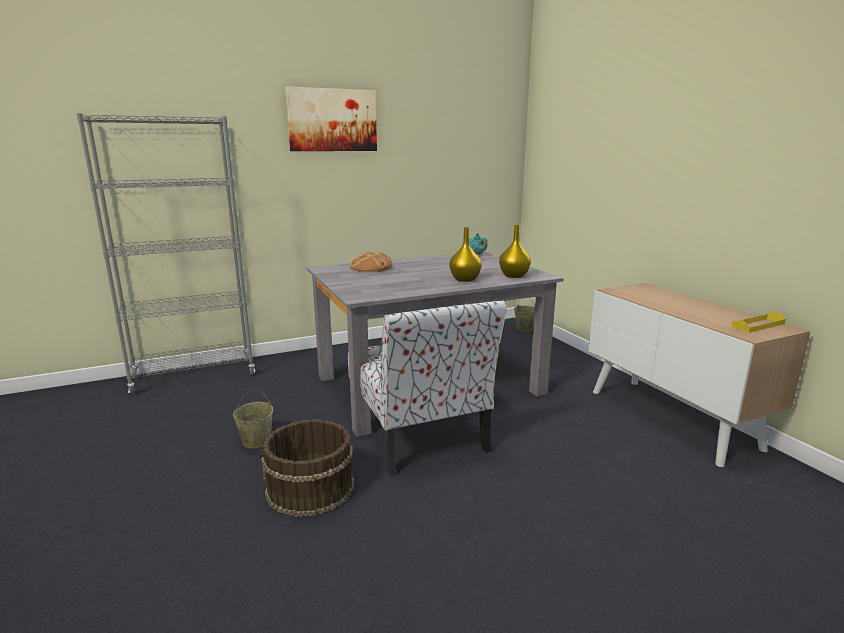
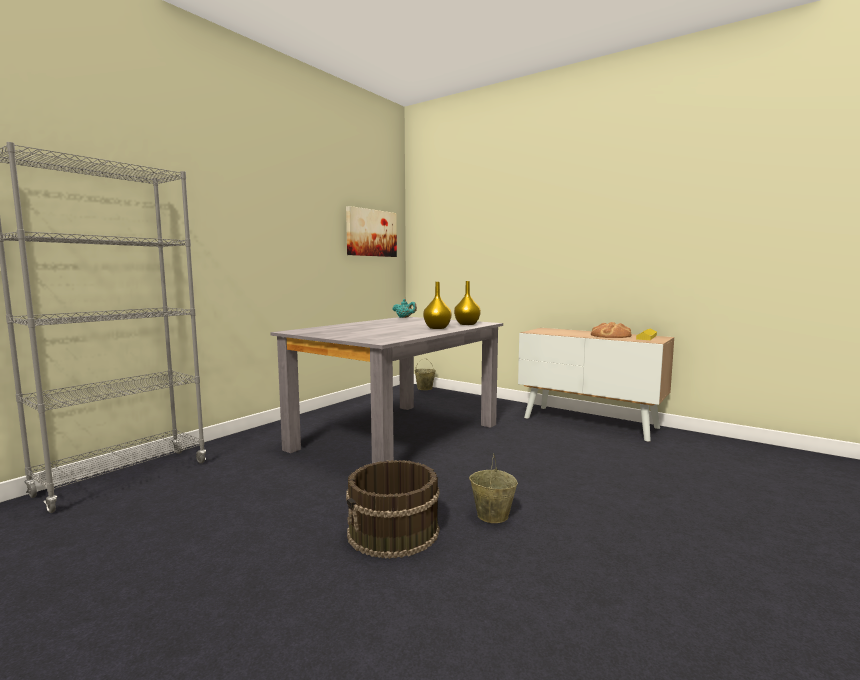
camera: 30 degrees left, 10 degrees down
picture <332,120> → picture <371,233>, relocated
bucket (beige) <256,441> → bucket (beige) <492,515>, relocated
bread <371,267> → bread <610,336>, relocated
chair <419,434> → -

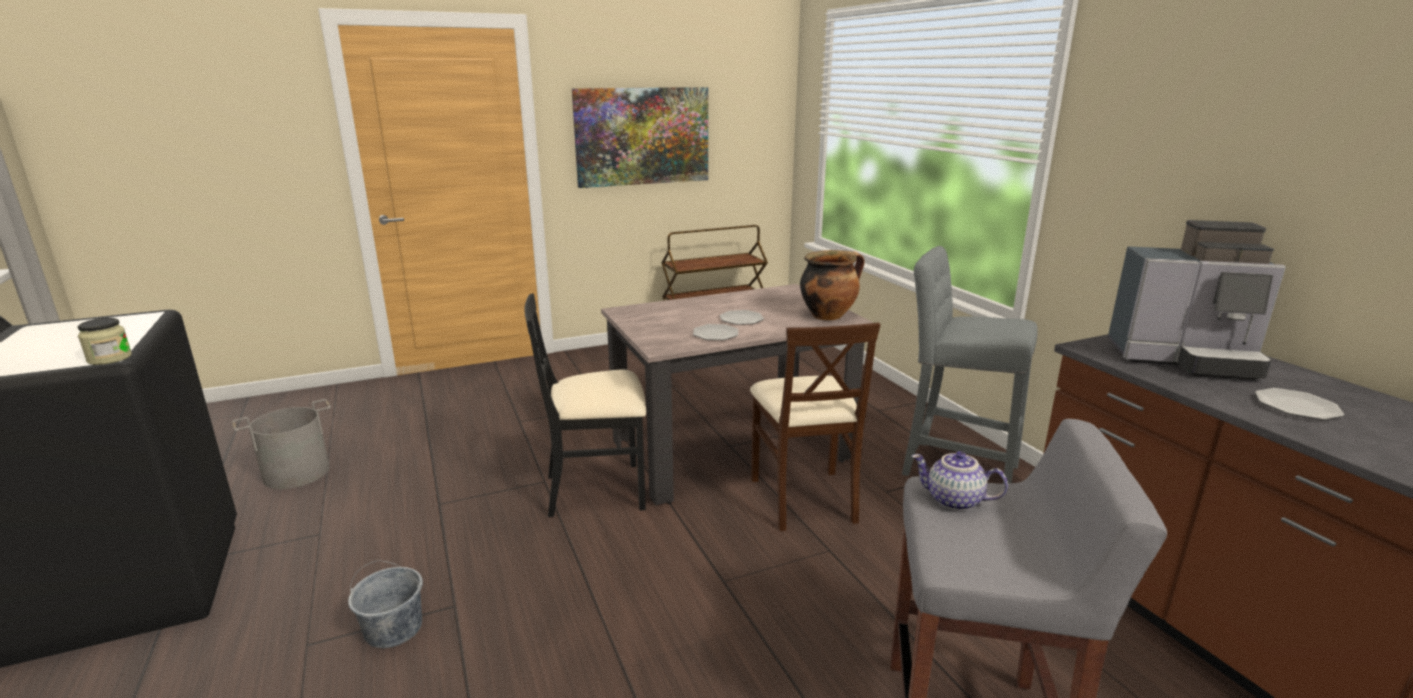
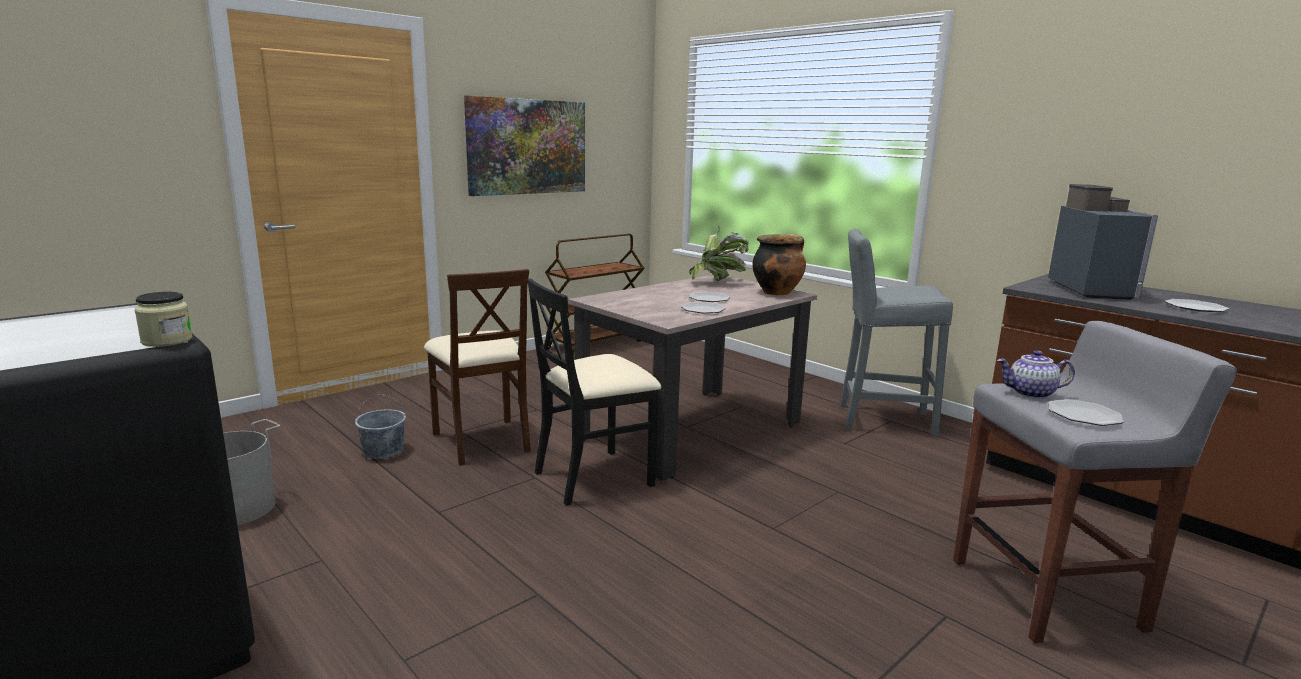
camera: 20 degrees left, 5 degrees down
bucket (grey) <394,629> → bucket (grey) <384,450>, relocated
chair (beige) <804,498> → chair (beige) <482,441>, relocated
- → potted plant <718,282>
coffee machine <1184,359> → coffee machine <1095,290>, 75 degrees counterclockwise
- → plate <1084,415>

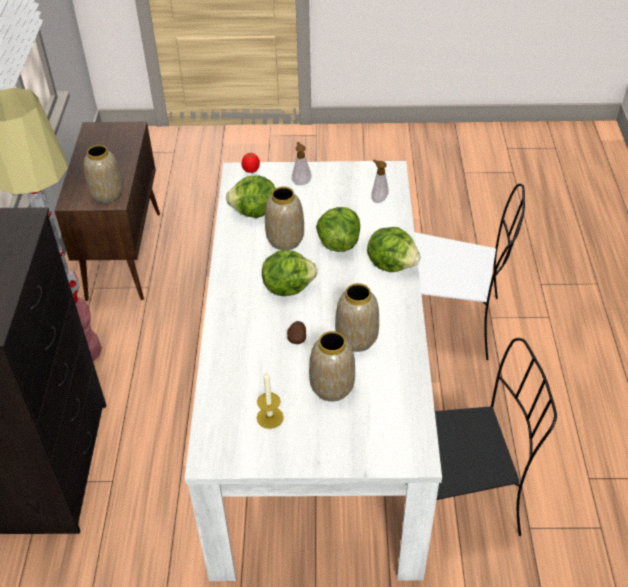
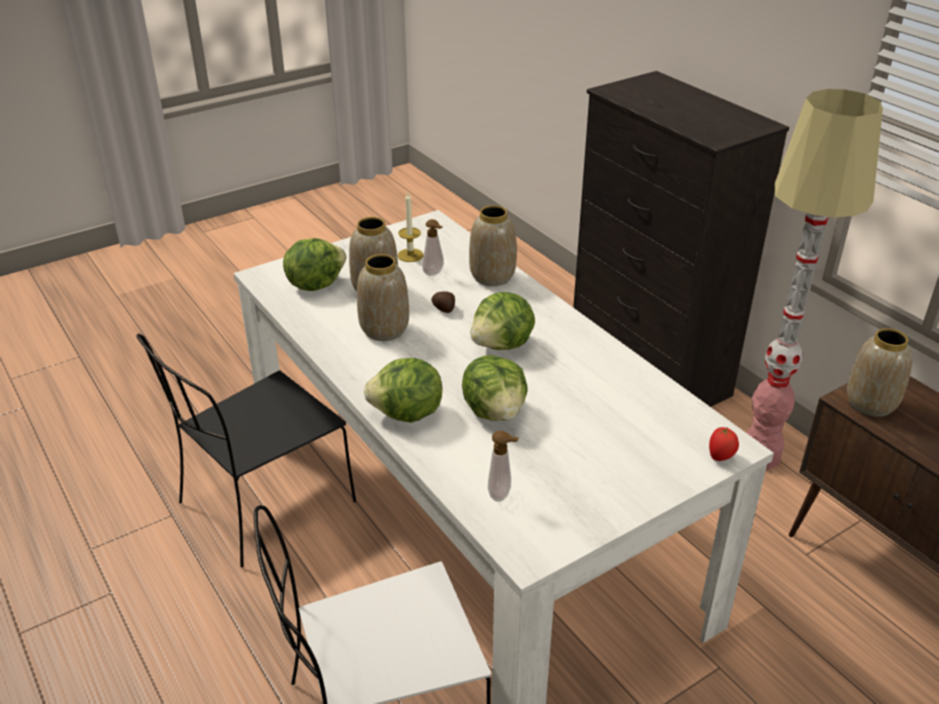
camera: 145 degrees right, 10 degrees down
lettuce <254,212> → lettuce <315,284>, relocated
soap dispenser <301,182> → soap dispenser <434,273>, relocated
vase <286,240> → vase <491,277>, relocated

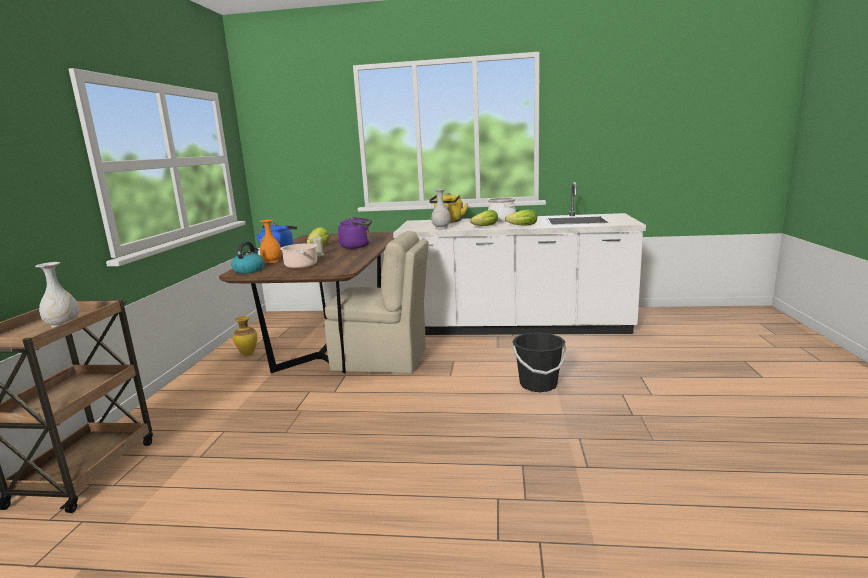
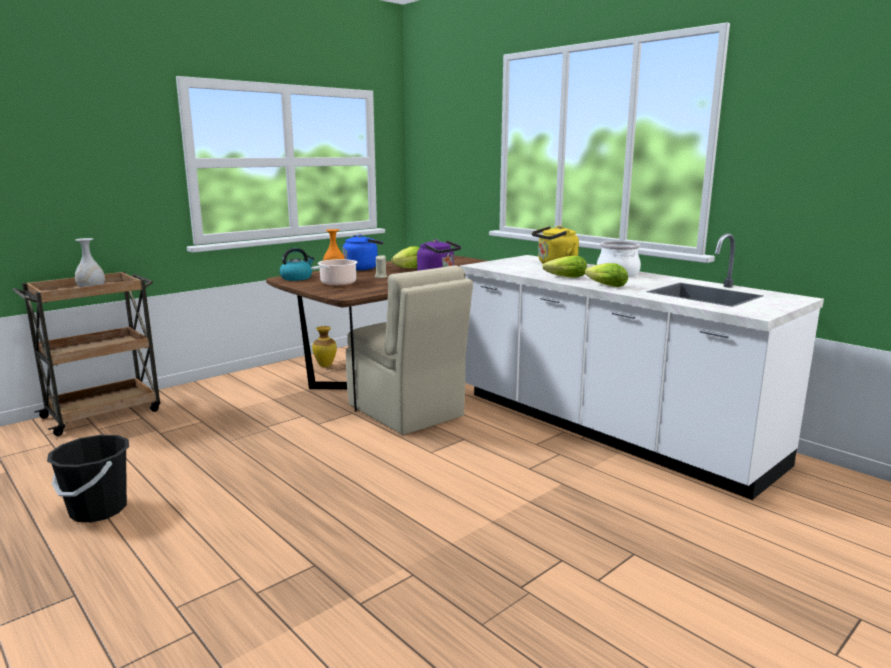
camera: 40 degrees right, 0 degrees up
bucket (black) <538,384> → bucket (black) <98,510>, relocated
vase (white) <441,228> → -

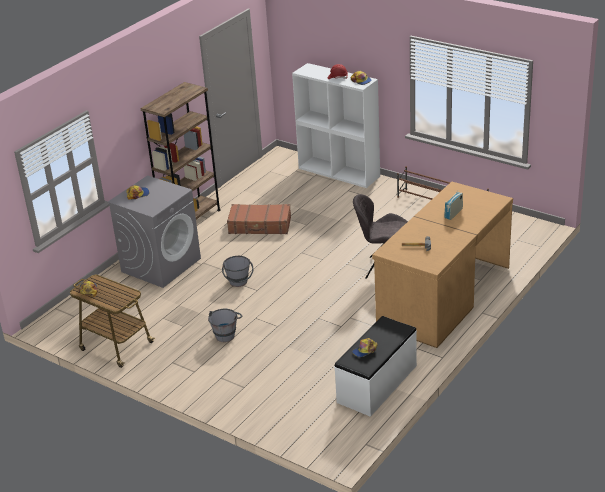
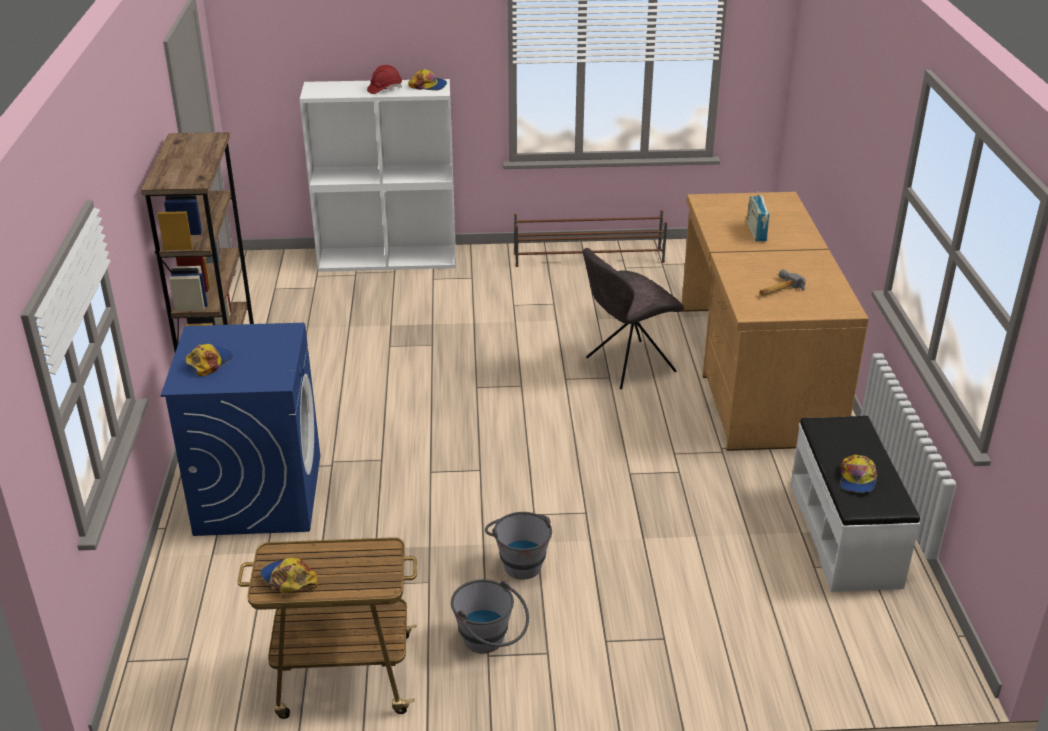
camera: 40 degrees left, 0 degrees up
washing machine (grey) <161,265> → washing machine (blue) <258,494>
bucket (grey) <239,284> → bucket (grey) <490,643>, relocated
suitcase (brown) <260,226> → -

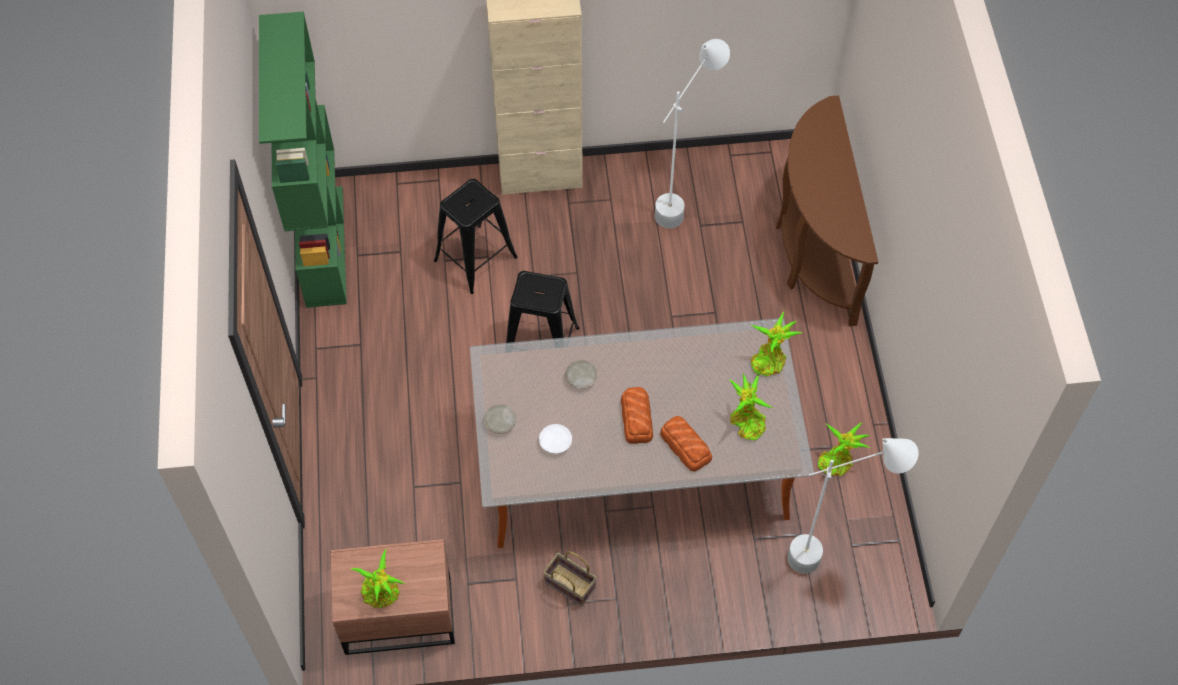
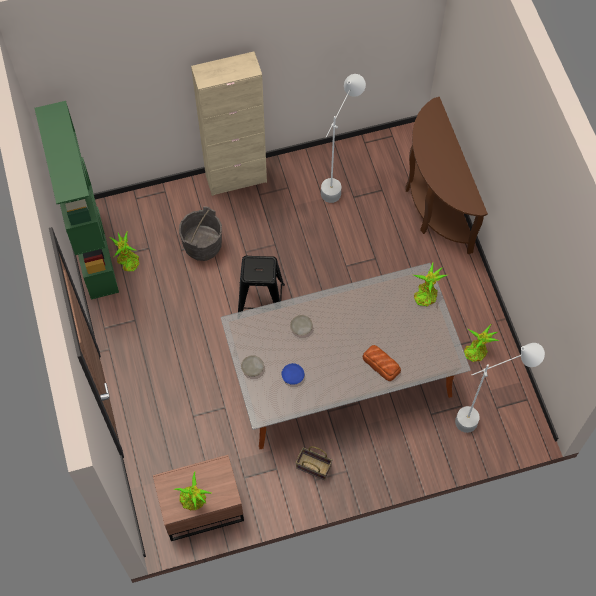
camera: 10 degrees left, 5 degrees up
potted plant <746,422> → potted plant <127,261>, relocated
stool (black) <475,259> → bucket (grey) <202,245>
plate (white) <555,441> → plate (blue) <292,375>
bread <637,417> → -

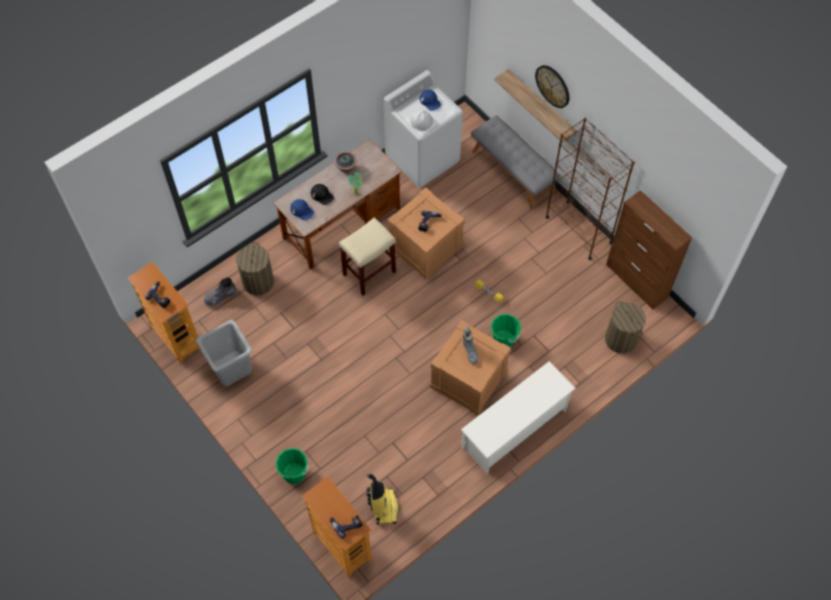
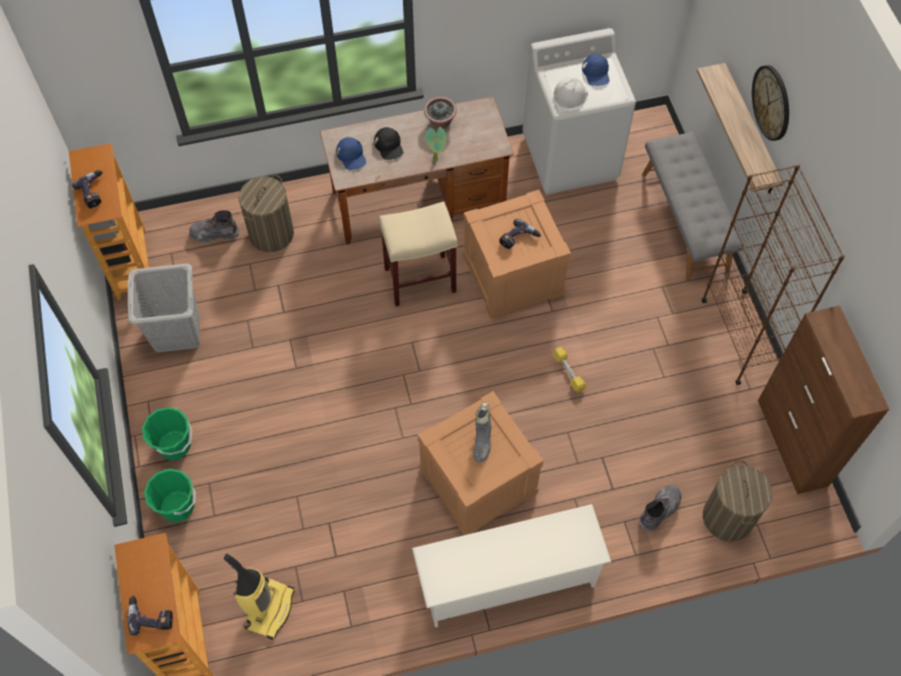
camera: 25 degrees right, 0 degrees up
bucket (green) <504,339> → bucket (green) <174,445>, relocated
- → boot (grey) <659,510>

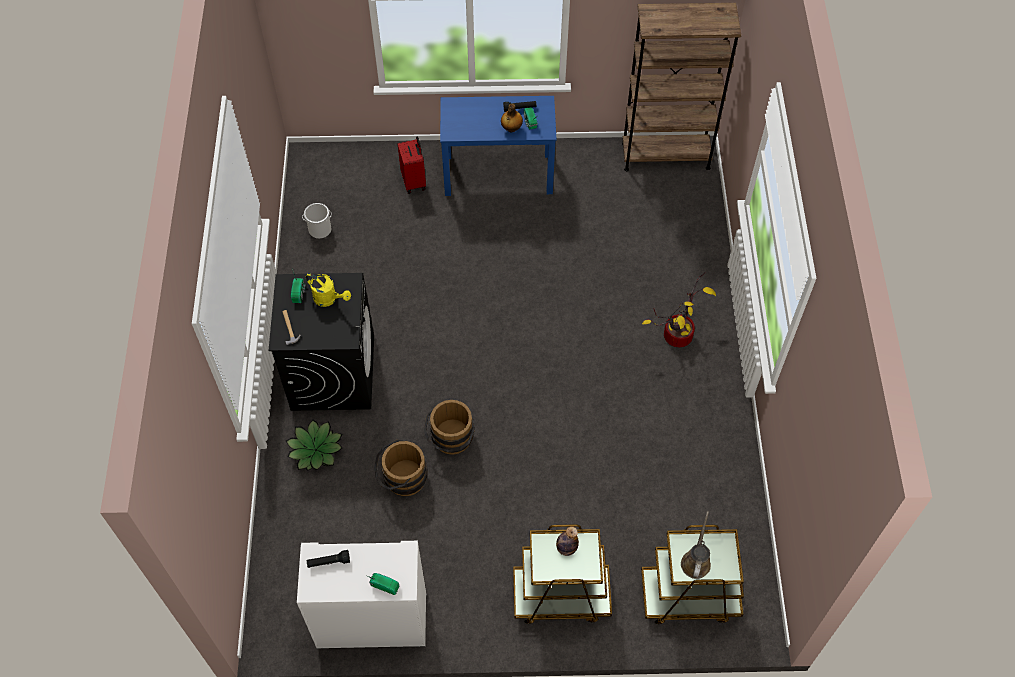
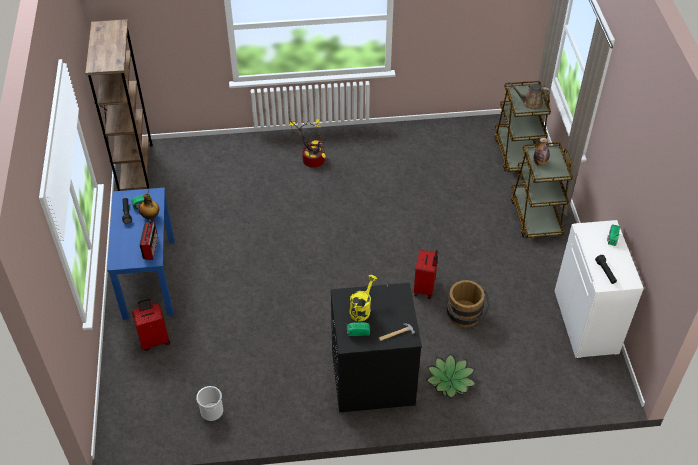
camera: 95 degrees left, 10 degrees down
- → radio <151,247>
bucket (brown) <451,440> → suitcase (red) <425,288>

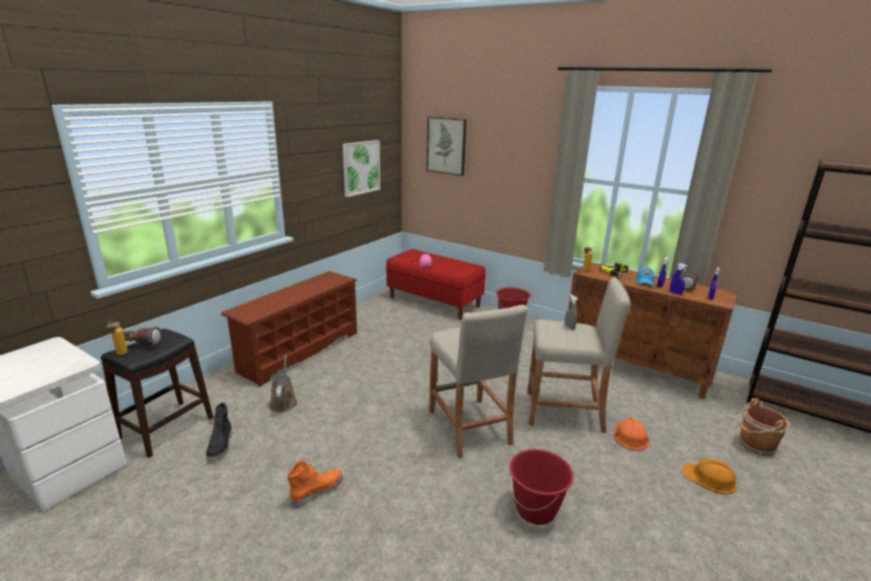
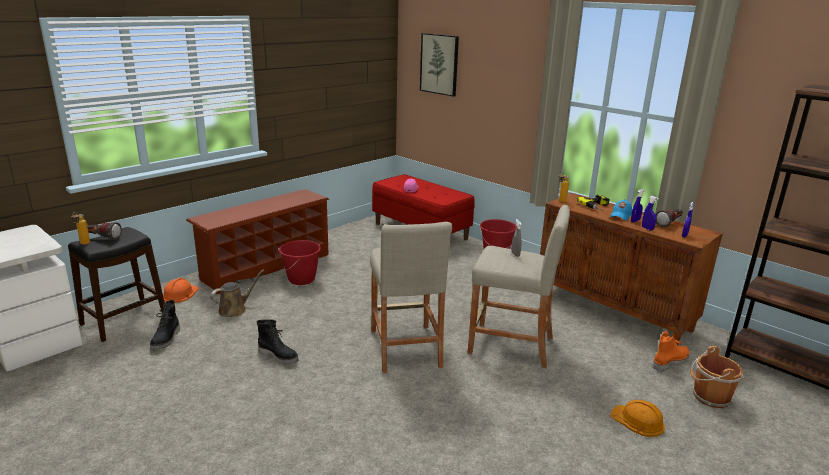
camera: 10 degrees right, 0 degrees up
hard hat (orange) <630,436> → hard hat (orange) <180,294>, relocated
watering can (brown) <283,402> → watering can (brown) <235,309>, 45 degrees clockwise
- → boot (black) <279,356>
bucket (red) <536,510> → bucket (red) <301,279>, relocated
boot (orange) <316,491> → boot (orange) <669,362>, relocated
picture <361,167> → -

